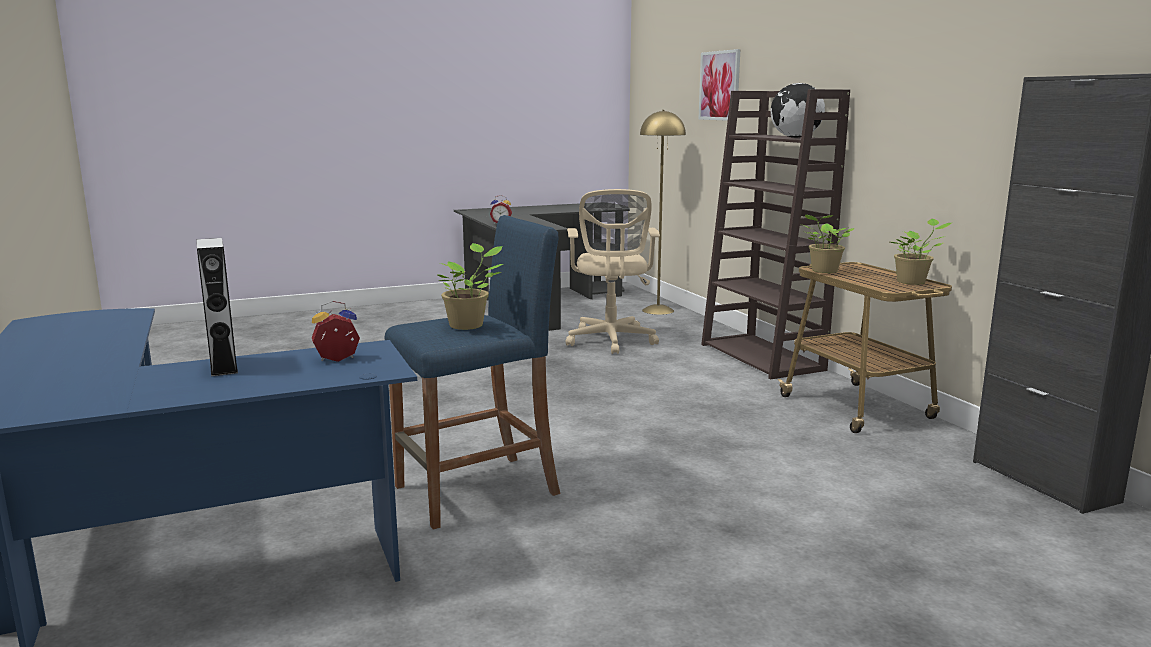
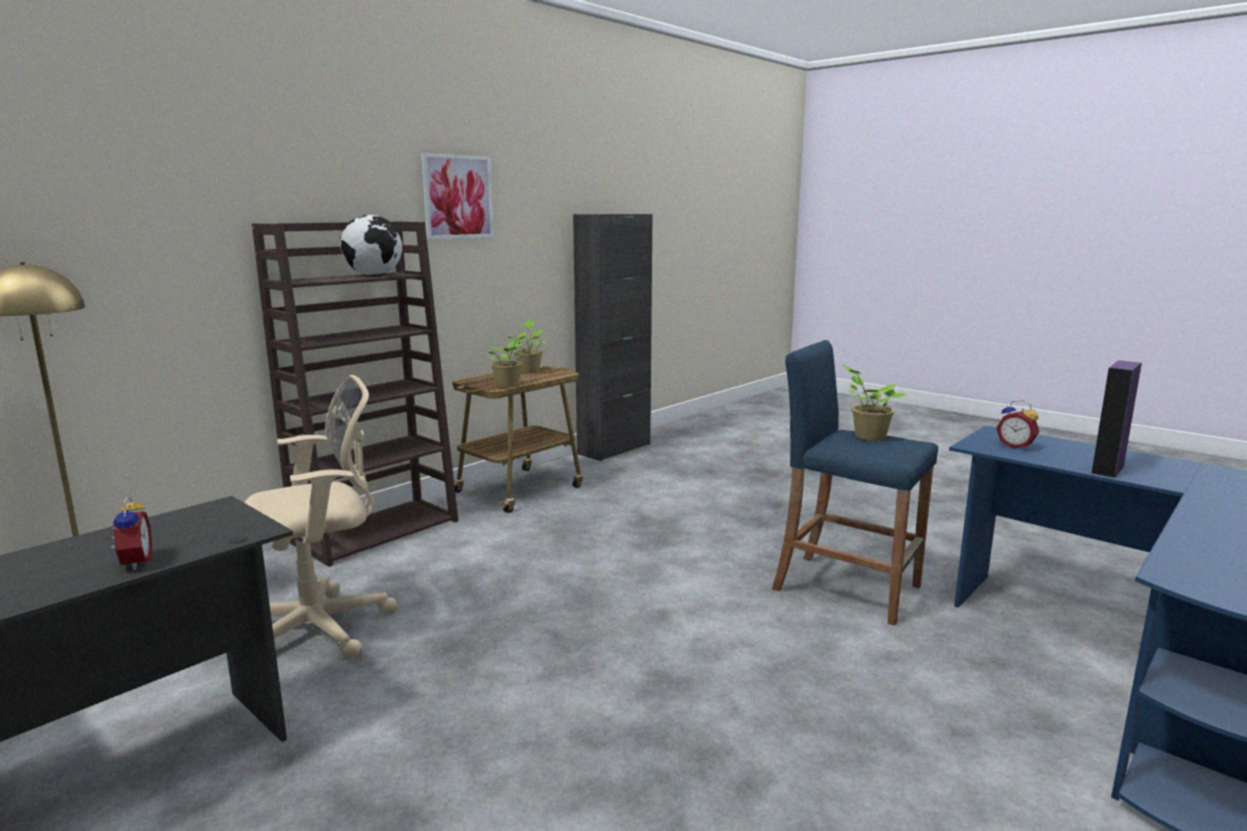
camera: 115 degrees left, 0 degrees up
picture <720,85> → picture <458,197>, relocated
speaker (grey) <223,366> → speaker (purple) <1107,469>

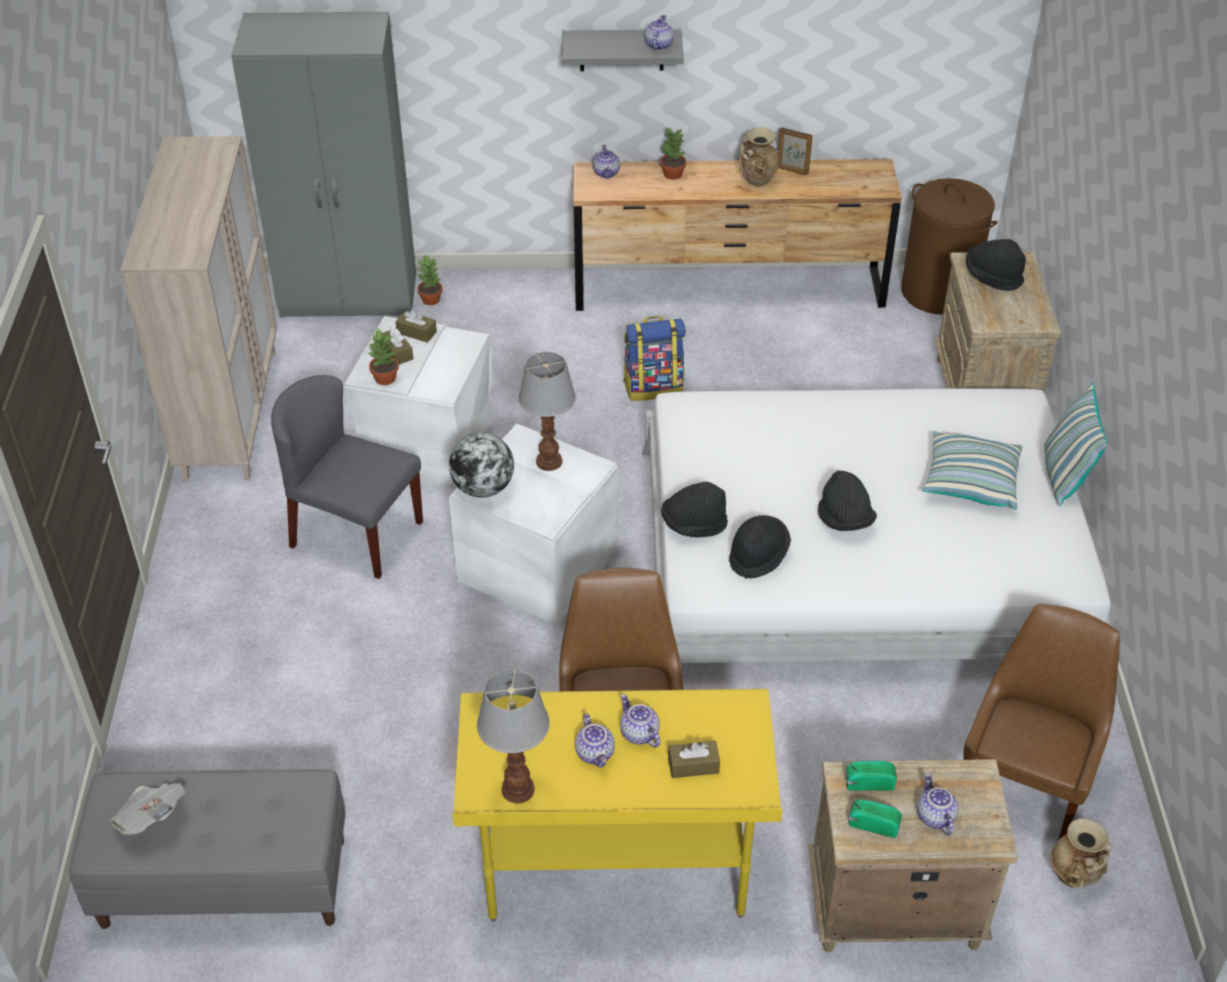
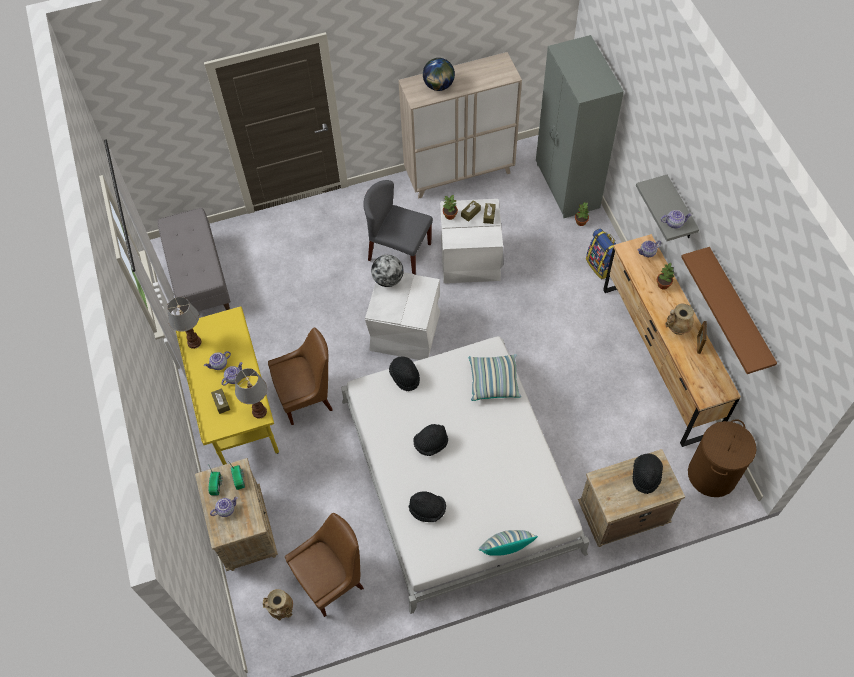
camera: 75 degrees right, 15 degrees up
table lamp <550,462> → table lamp <259,412>, relocated
chair (brown) <1026,783> → chair (brown) <332,579>, 45 degrees counterclockwise
chair (grey) <355,534> → chair (grey) <399,251>, 75 degrees counterclockwise
hat (black) <758,556> → hat (black) <427,510>, relocated
- → globe <438,86>
pillow <970,482> → pillow <493,381>, relocated
backpack <653,387> → backpack <601,266>, relocated
- → shelf (brown) <738,310>
newspaper <151,818> → -

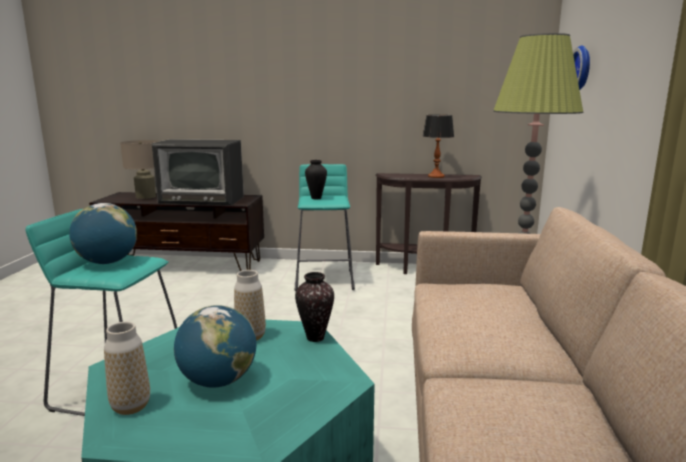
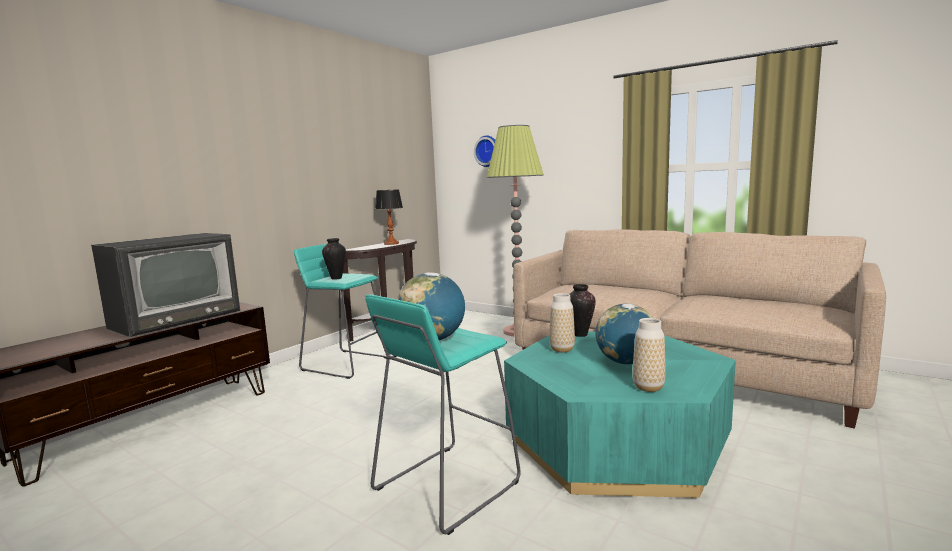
camera: 60 degrees left, 5 degrees down
table lamp (beige) <146,196> → -

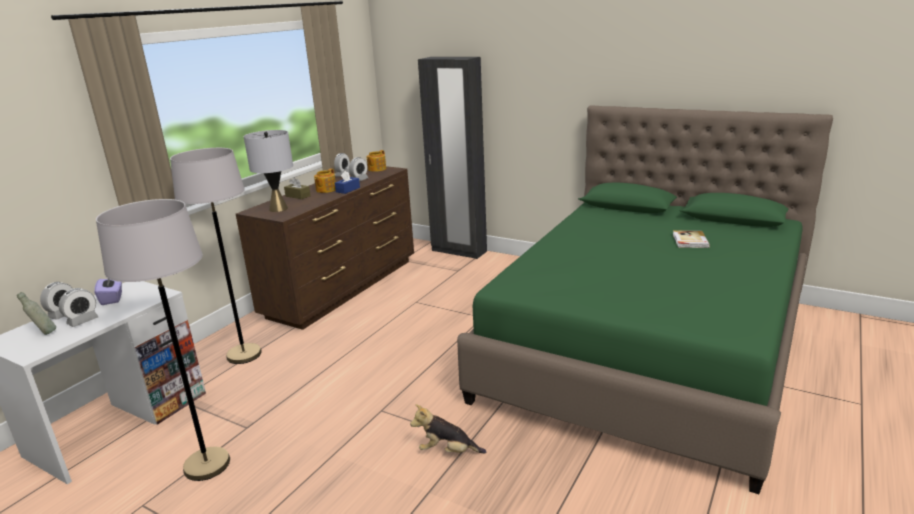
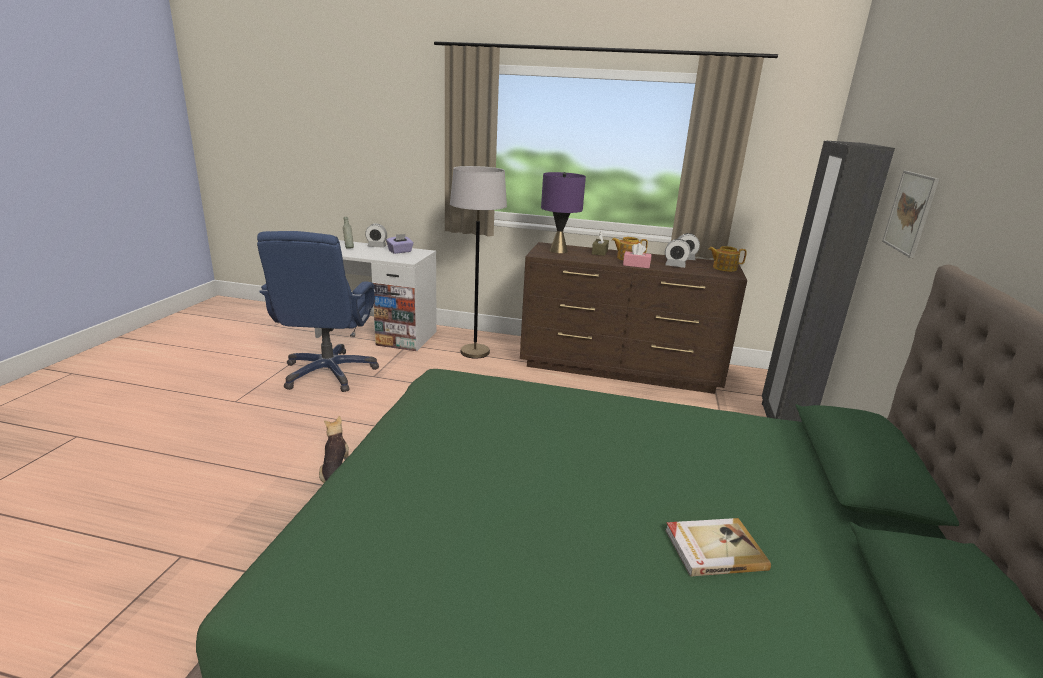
camera: 70 degrees right, 0 degrees up
floor lamp (grey) <207,465> → office chair (blue) <329,373>
table lamp (grey) <278,209> → table lamp (purple) <558,251>
tissue box (blue) <348,190> → tissue box (pink) <636,265>
- → picture <910,213>
alarm clock <83,321> → -

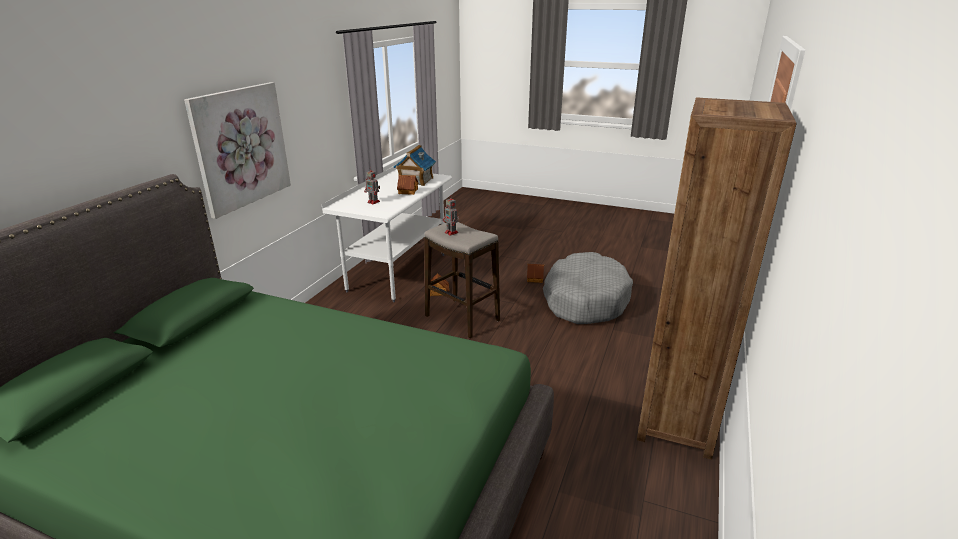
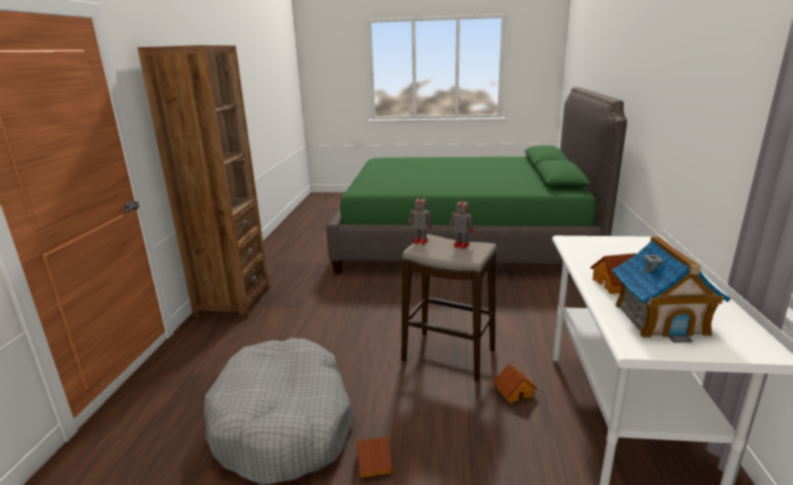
camera: 165 degrees right, 5 degrees down
toy robot <374,202> → toy robot <419,241>, relocated
picture <241,147> → -

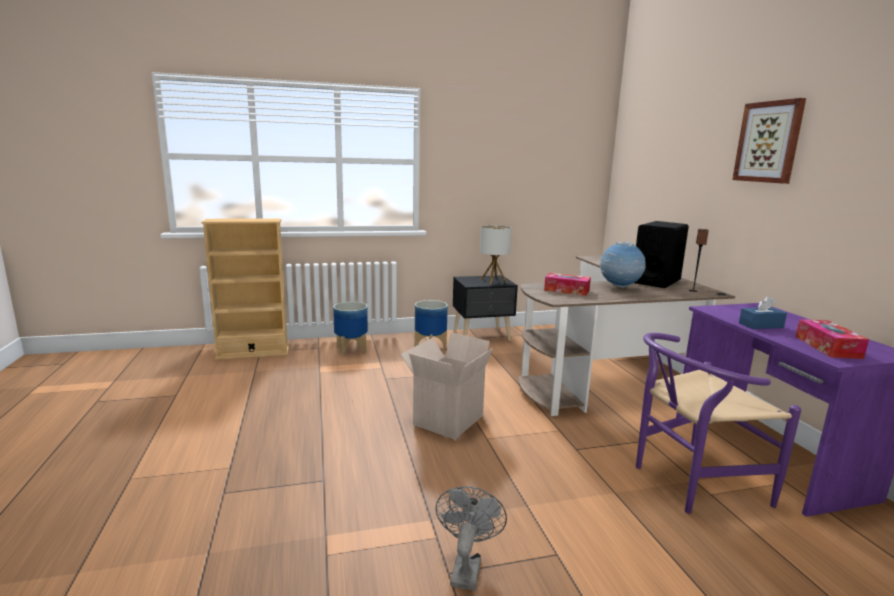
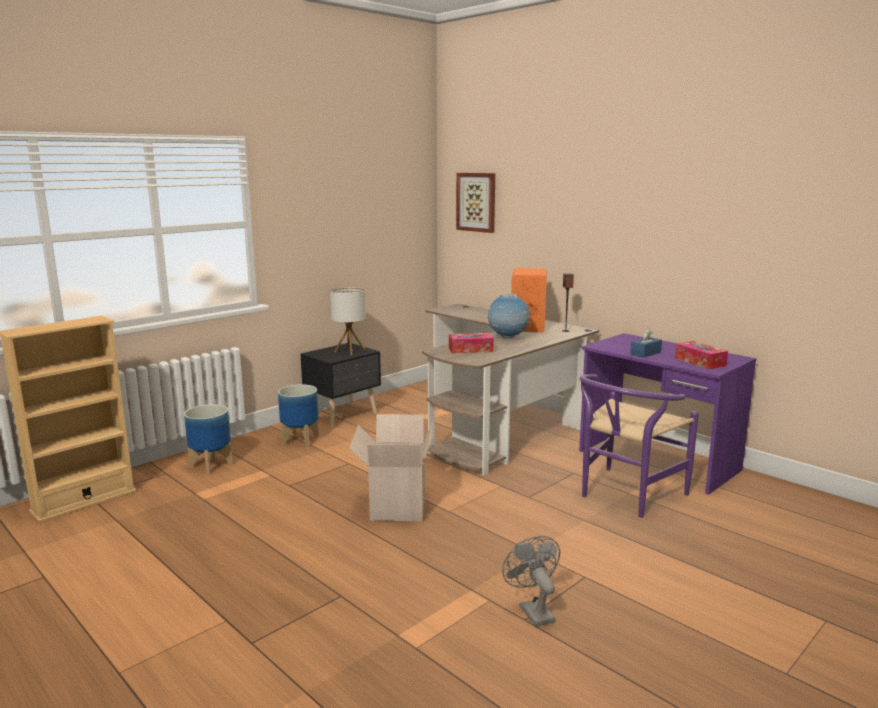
camera: 30 degrees left, 0 degrees up
picture <769,142> → picture <476,202>, relocated
speaker (black) <656,281> → speaker (orange) <527,326>

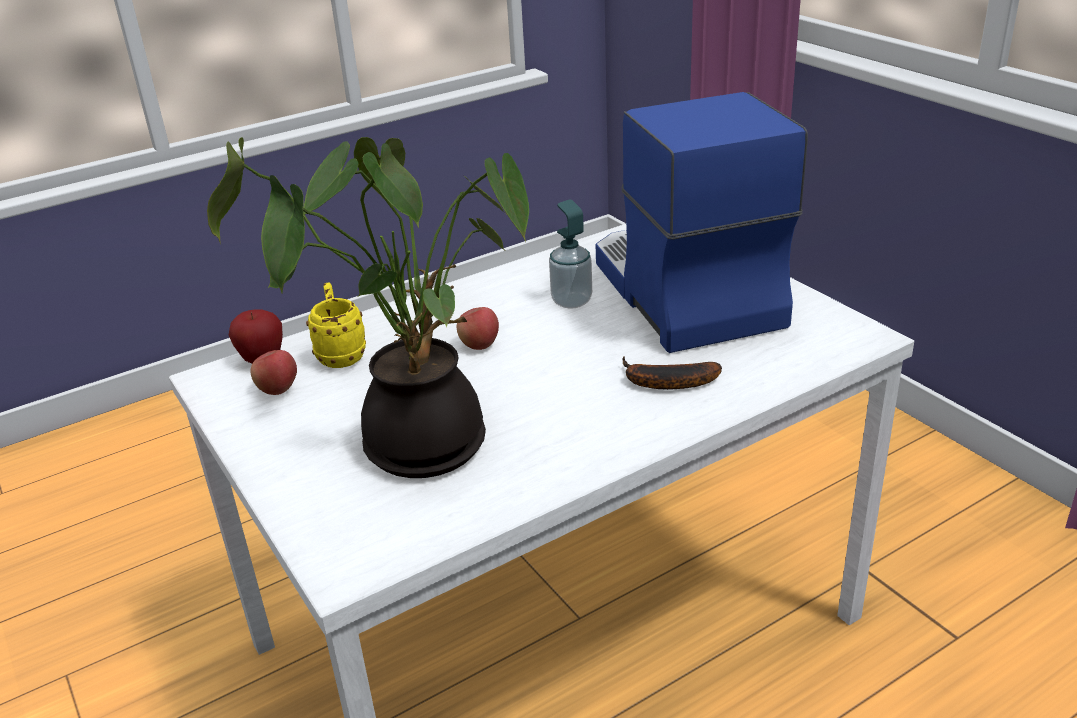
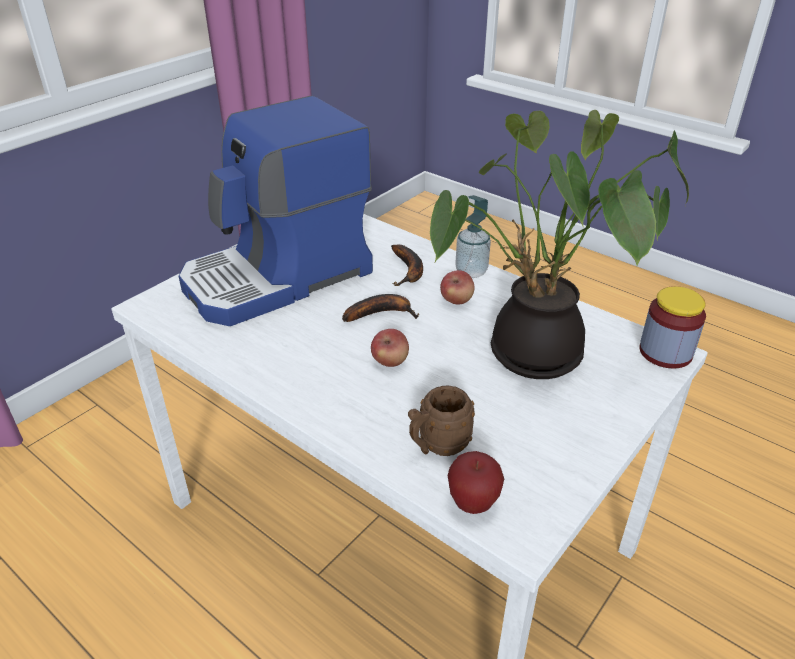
camera: 110 degrees left, 5 degrees up
- → banana <381,313>
mug (yellow) <340,354> → mug (brown) <437,446>
apple <278,389> → apple <456,301>, relocated
soap dispenser <571,301> → soap dispenser <471,272>, relocated
- → jar <665,352>

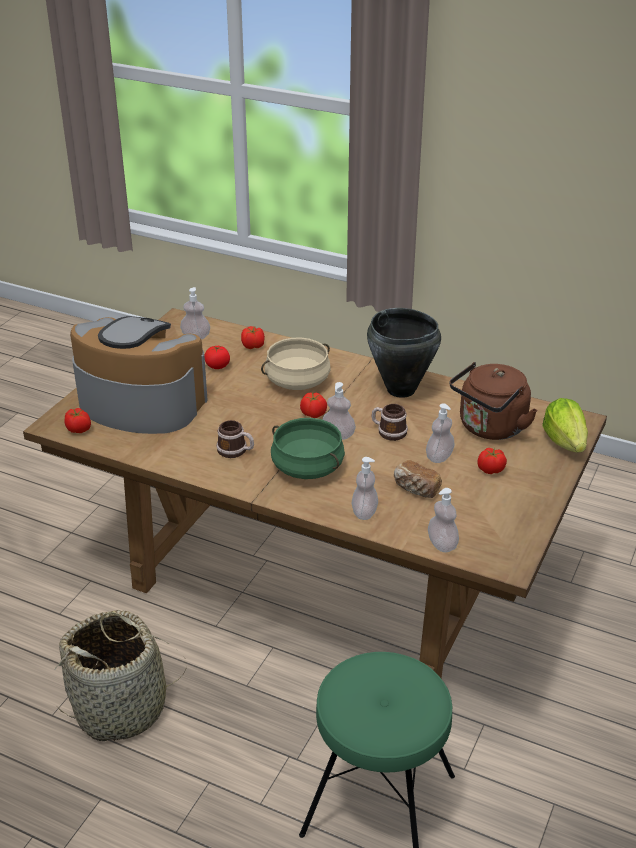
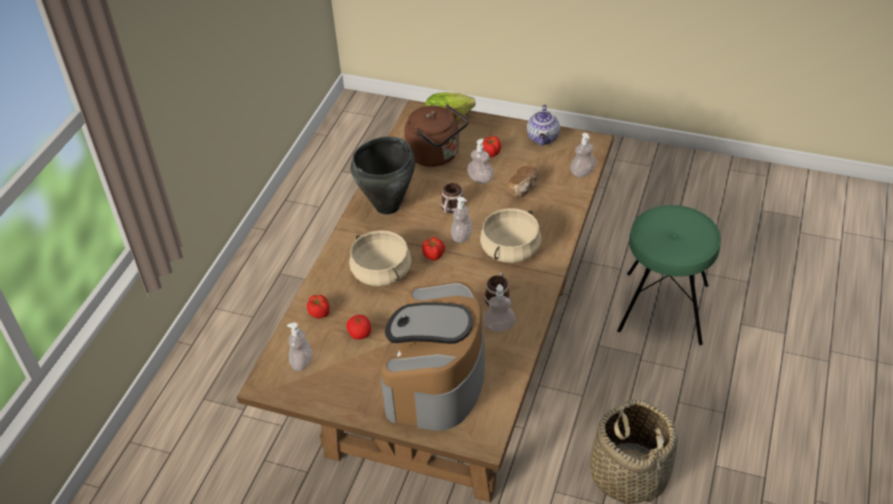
camera: 95 degrees left, 10 degrees up
cooking pot (green) <307,467> → cooking pot (beige) <511,250>
soap dispenser <364,512> → soap dispenser <499,326>, relocated
- → teapot <543,138>
tomato <79,429> → -

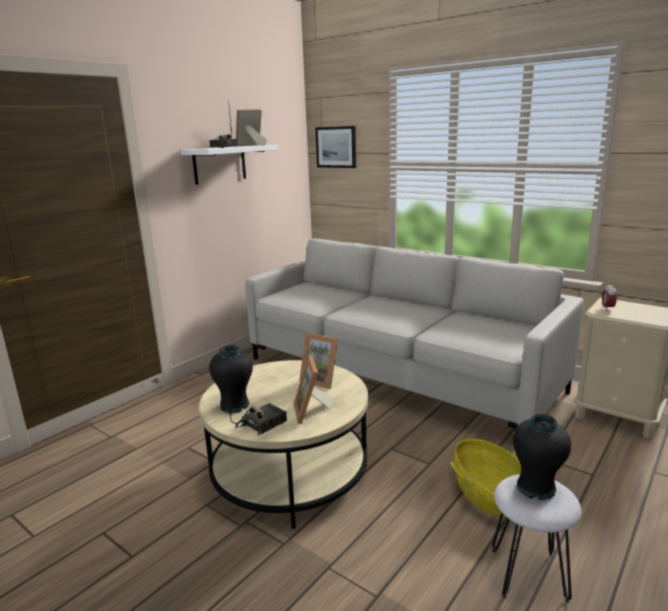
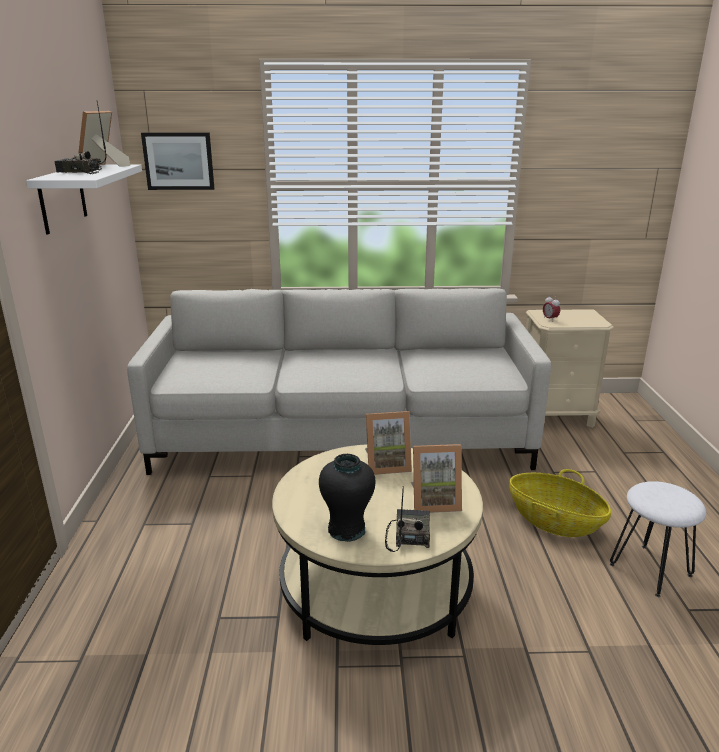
camera: 40 degrees left, 5 degrees up
picture frame <312,412> → picture frame <434,502>, 45 degrees counterclockwise
vase (black) <536,488> → -

